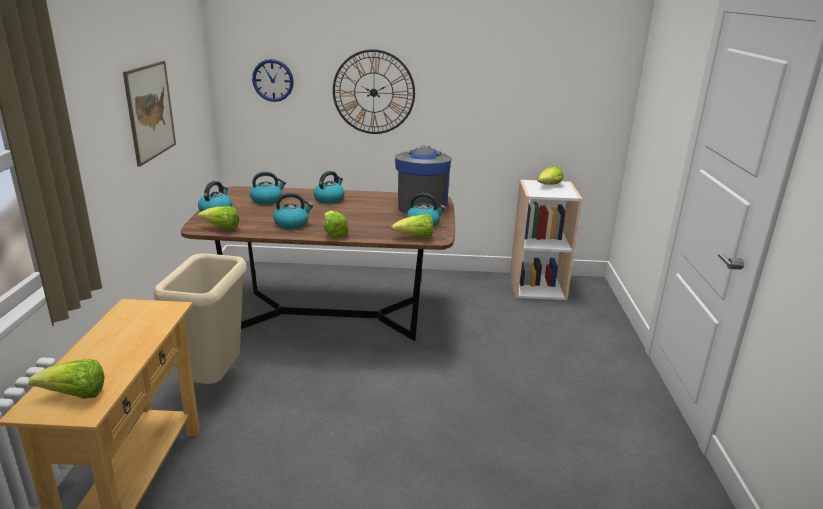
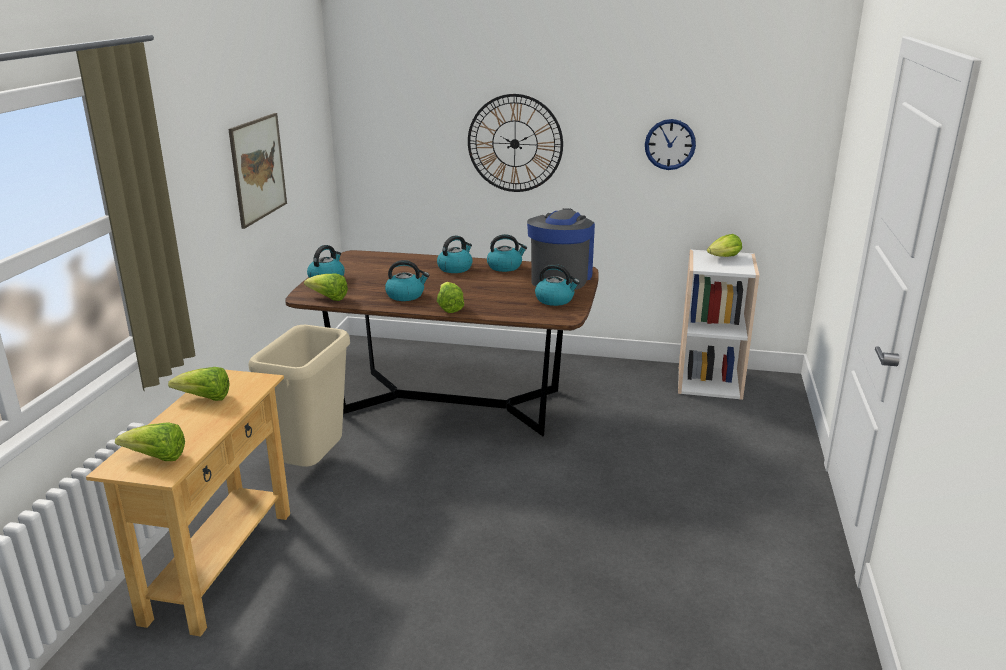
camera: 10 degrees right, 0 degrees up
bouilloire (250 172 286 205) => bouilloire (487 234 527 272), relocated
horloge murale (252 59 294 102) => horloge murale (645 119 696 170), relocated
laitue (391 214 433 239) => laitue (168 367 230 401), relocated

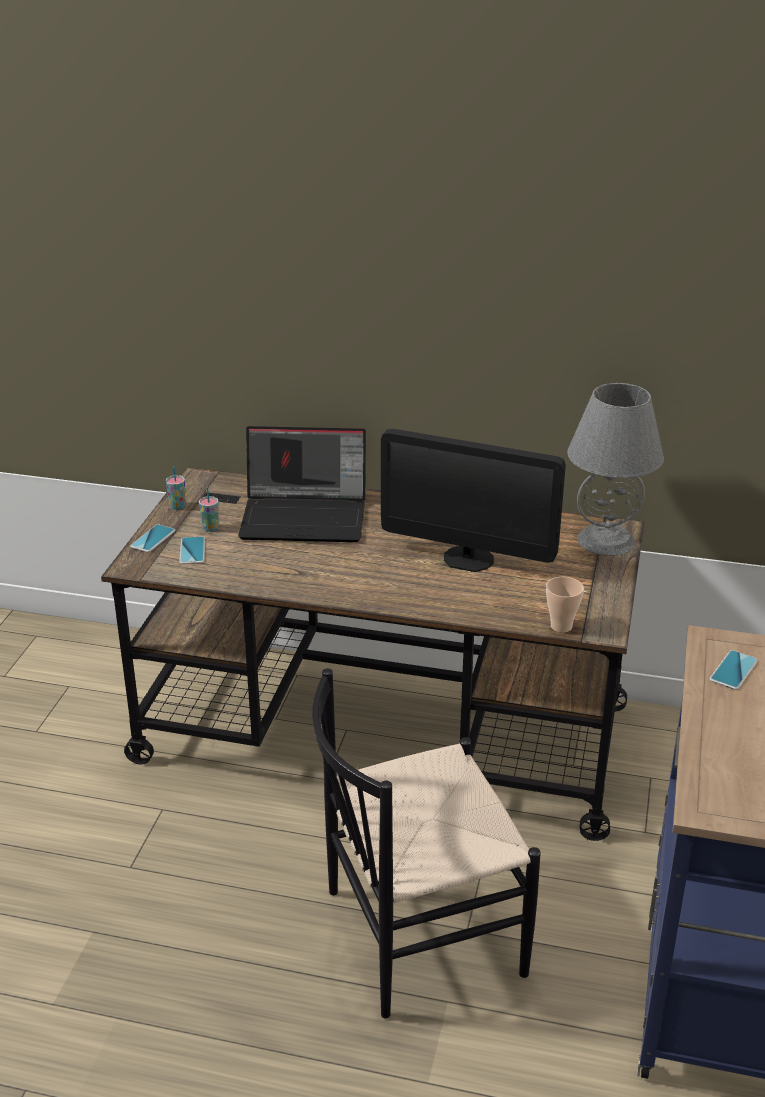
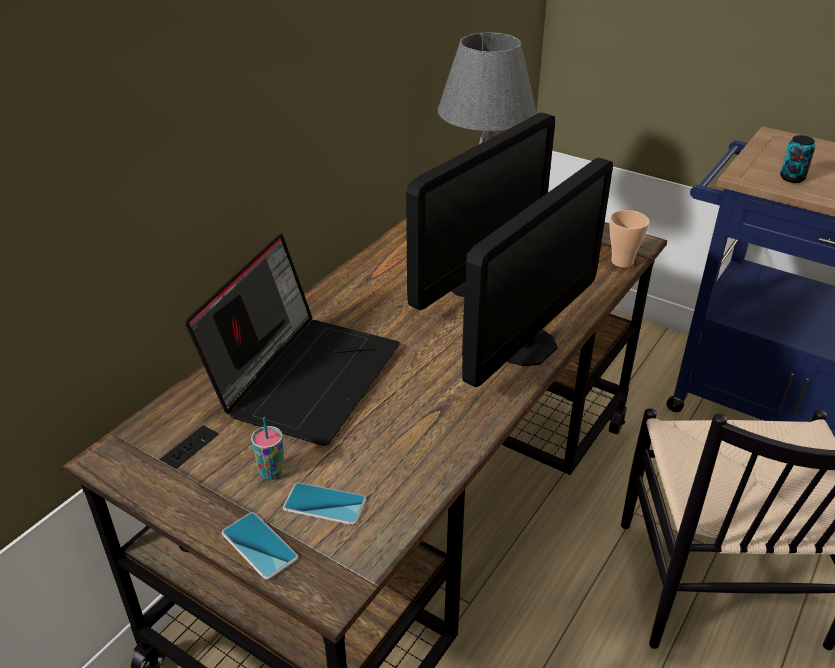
camera: 70 degrees left, 5 degrees up
tasse (166 466 185 510) => nothing
téléphone (710 650 758 690) => boîte métallique (780 135 815 183)
nothing => écran d'ordinateur (462 158 613 387)

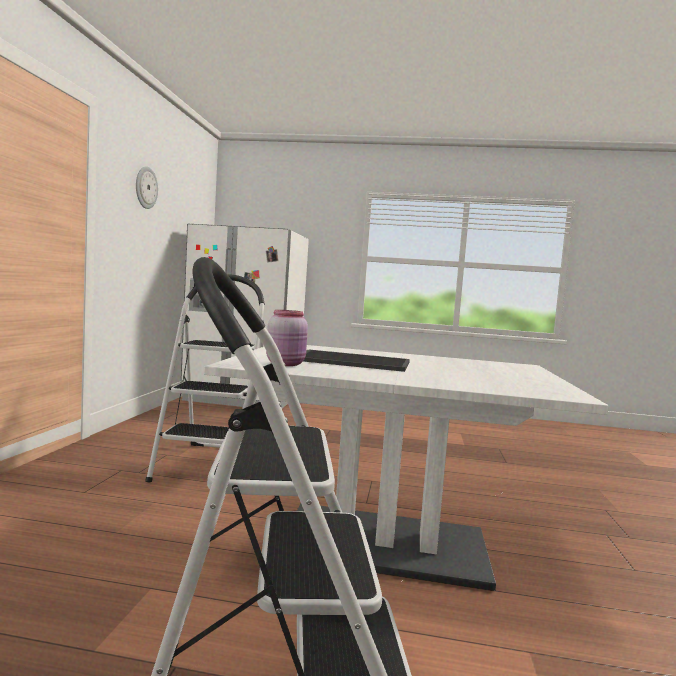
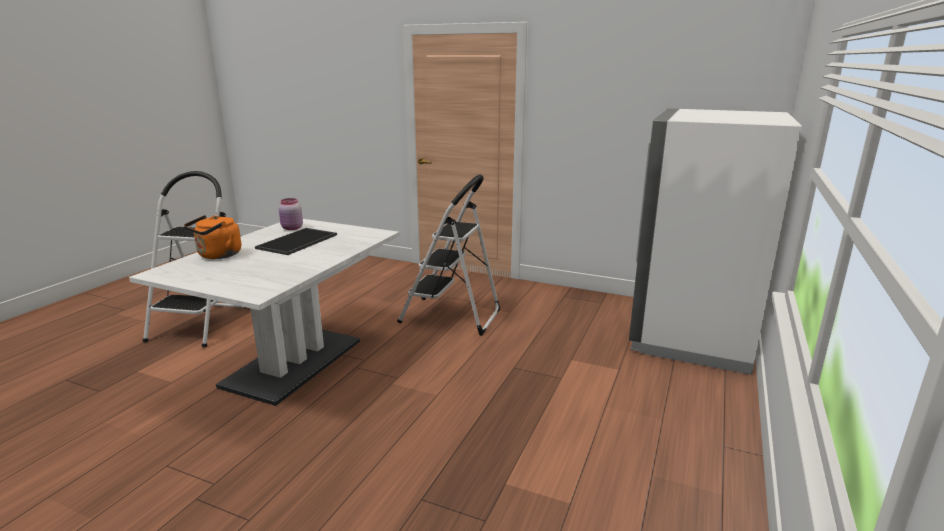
camera: 105 degrees right, 15 degrees up
horloge murale (136 166 158 209) => nothing
nothing => bouilloire (orange) (184 215 241 259)

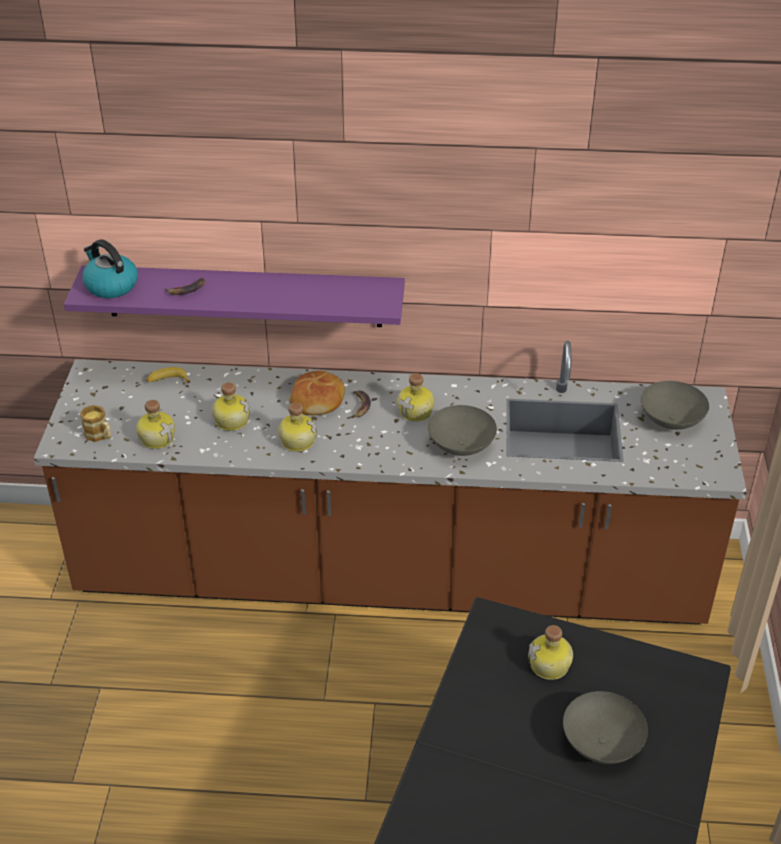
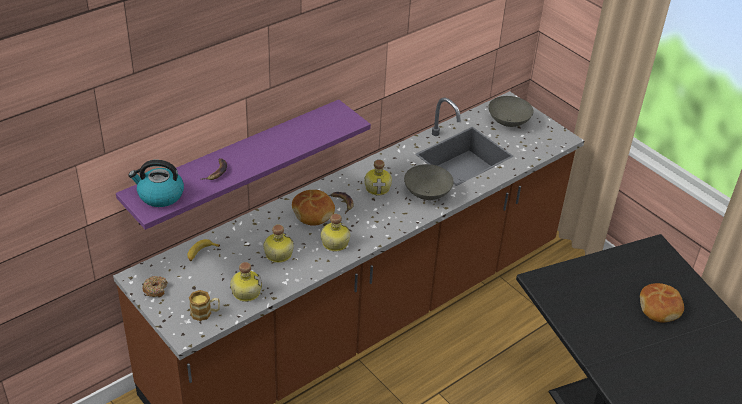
camera: 45 degrees left, 0 degrees up
bouteille (528 625 573 680) => nothing
bol (gris) (563 691 648 764) => pain (640 283 684 323)
nothing => beignet (142 276 168 297)

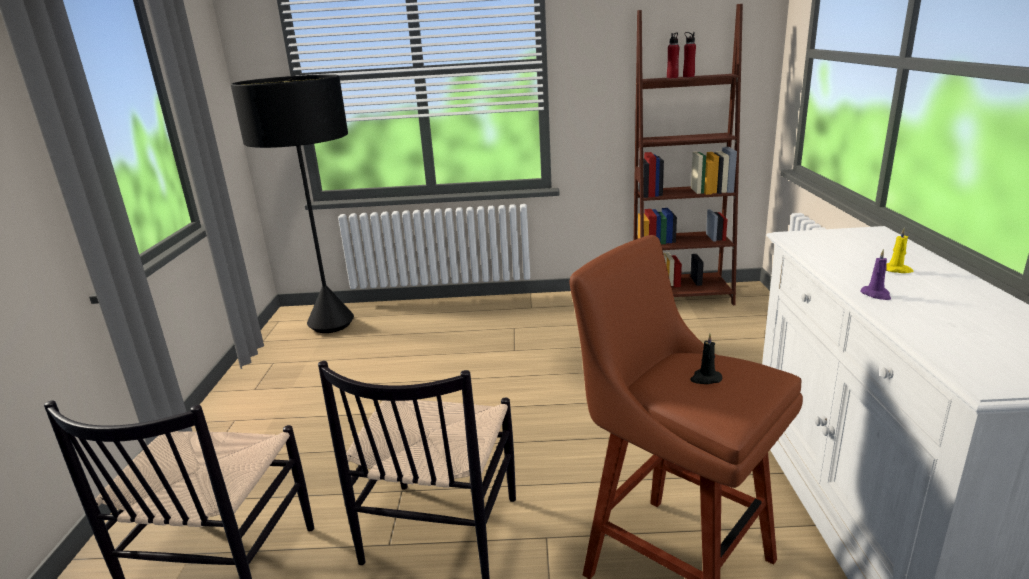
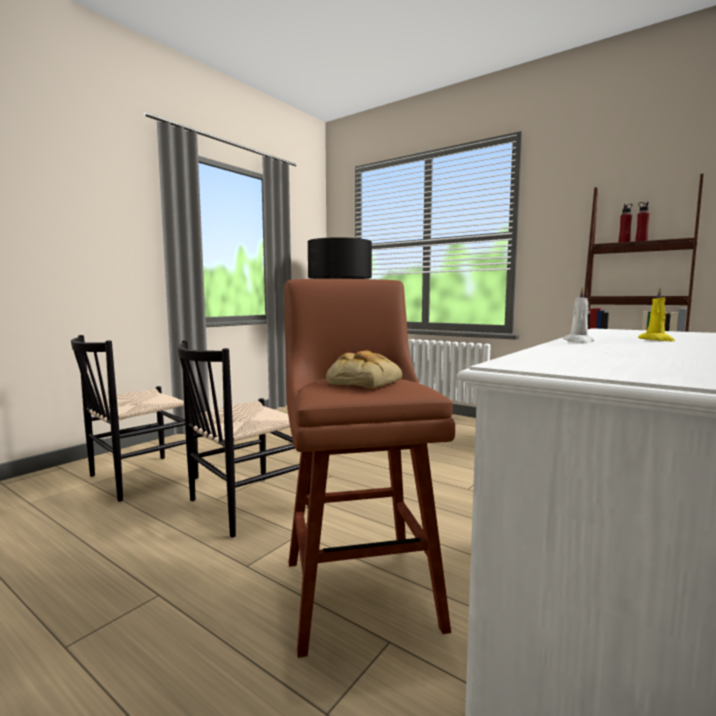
camera: 35 degrees right, 15 degrees down
bougie (noir) (690 334 722 384) => pain (326 350 402 389)
bougie (violet) (860 249 891 300) => bougie (blanc) (563 287 594 343)

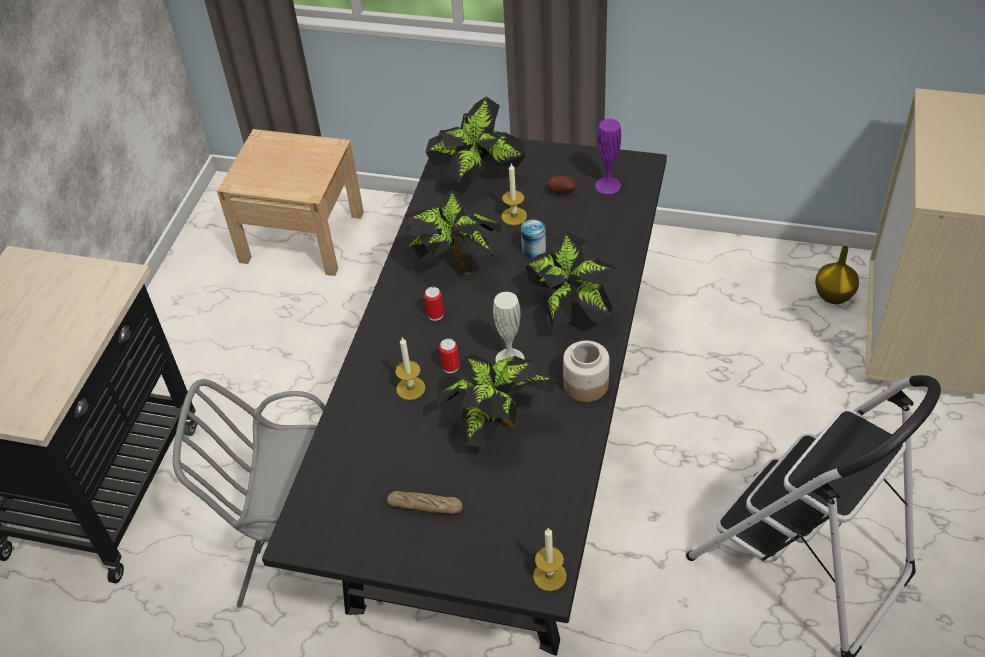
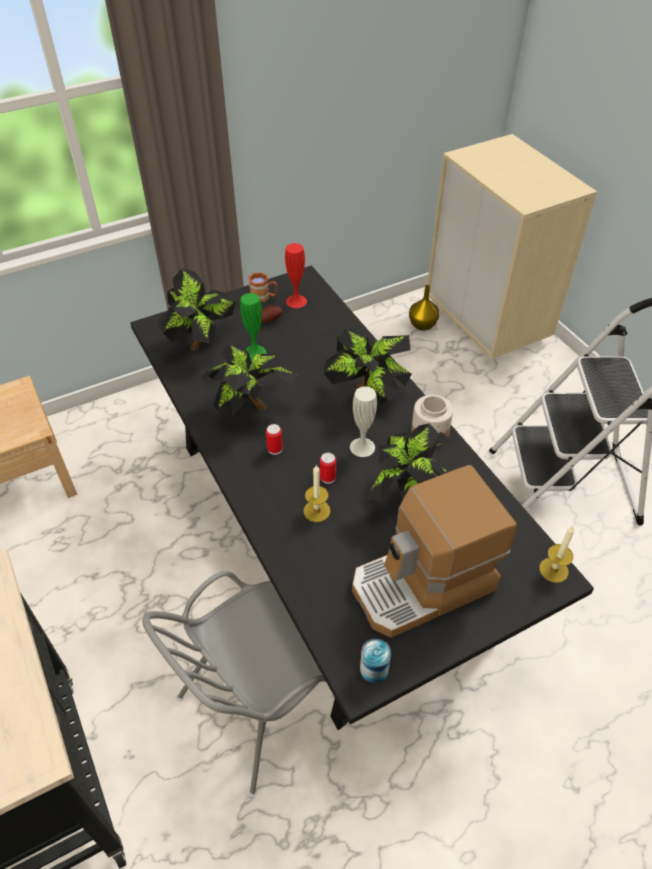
camera: 45 degrees left, 0 degrees up
pain (387 491 463 514) => machine à café (352 465 517 638)
bougie (501 163 527 225) => vase (vert) (240 293 266 359)
boîte métallique (521 219 546 259) => boîte métallique (360 638 391 683), relocated
vase (violet) (595 119 621 194) => vase (rouge) (285 243 307 308)
nothing => mug (marron) (249 272 277 302)

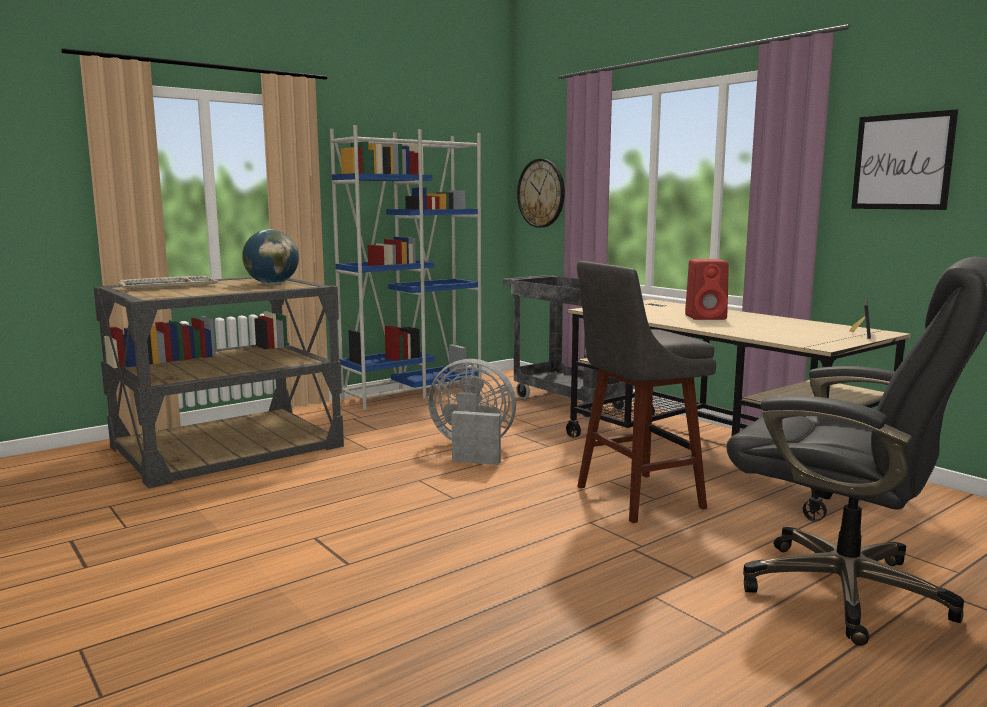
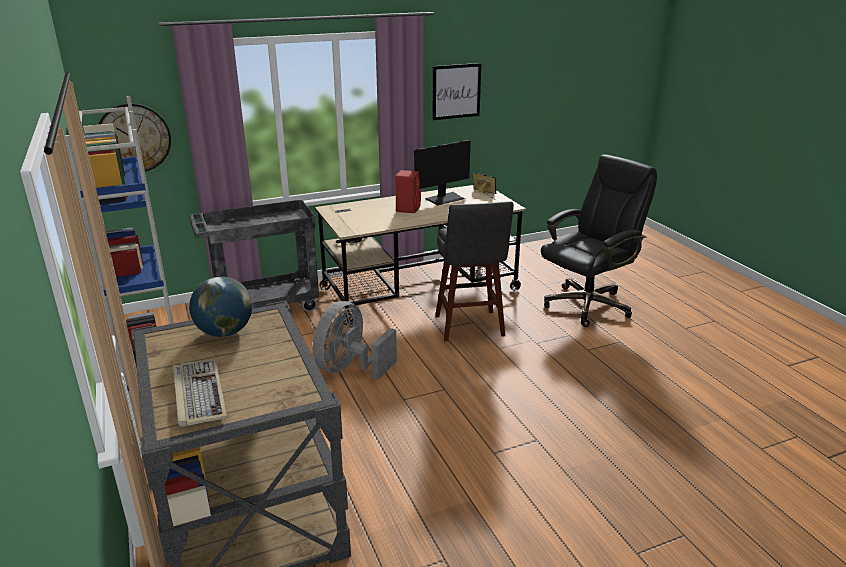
camera: 75 degrees left, 15 degrees up
nothing => écran d'ordinateur (414 140 471 205)

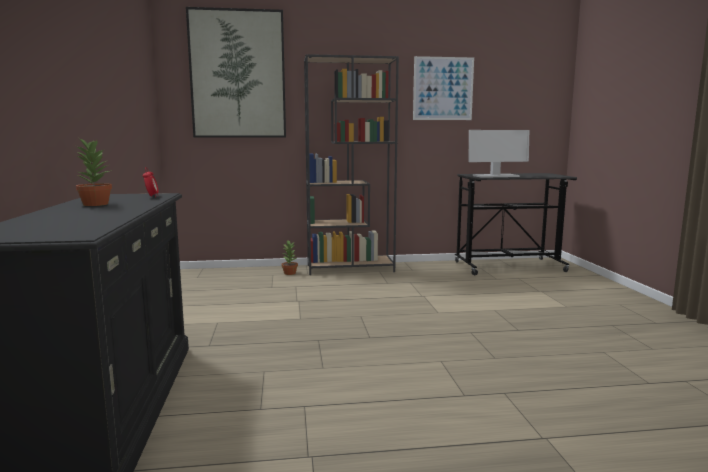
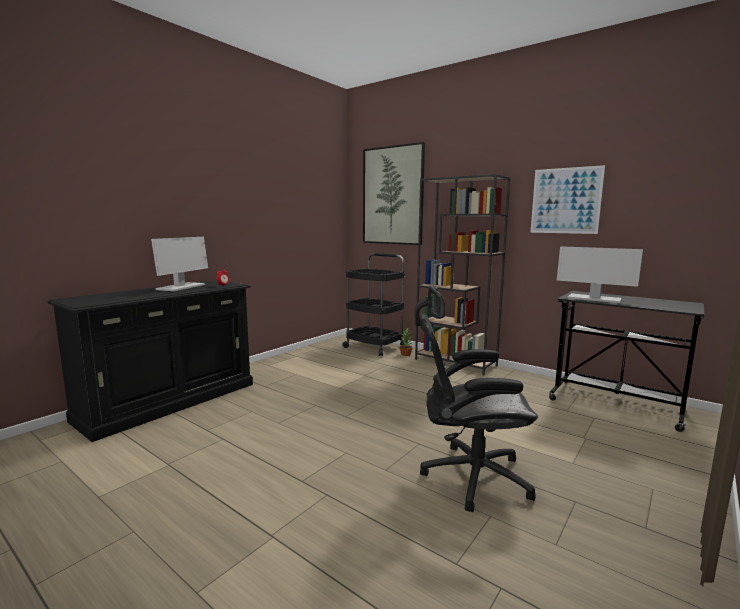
camera: 45 degrees right, 0 degrees up
plante en pot (76 137 112 206) => écran d'ordinateur (151 237 208 291)
nothing => chariot (noir) (342 253 405 356)
nothing => chaise de bureau (415 285 538 512)

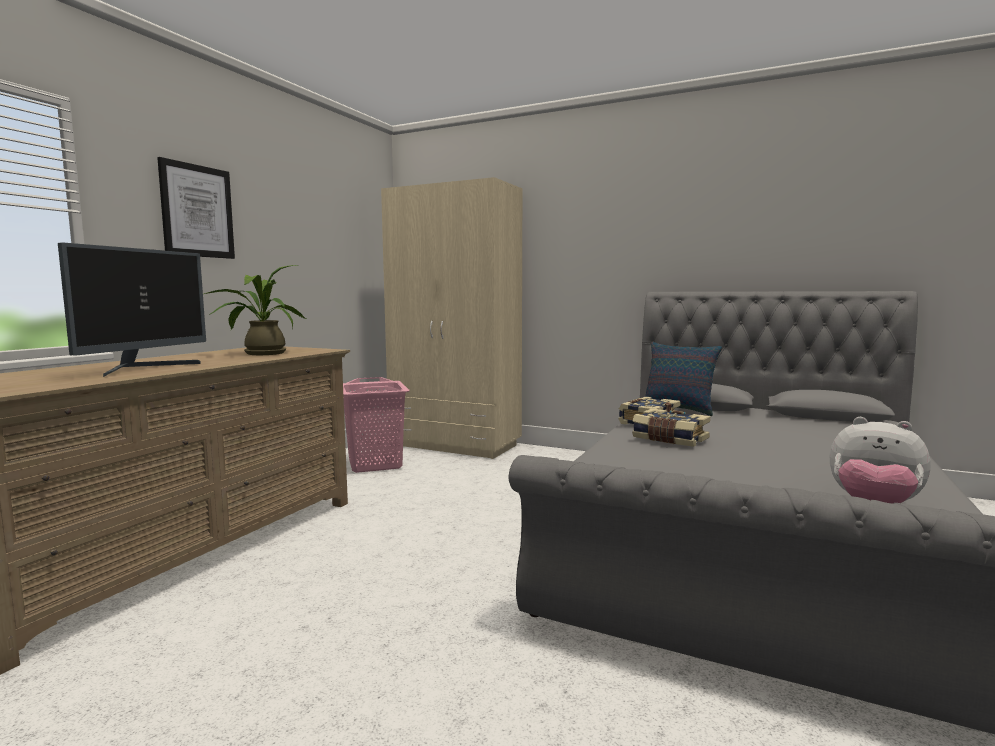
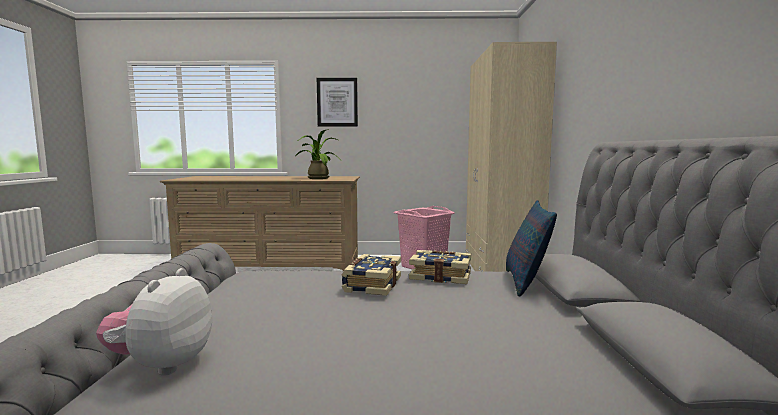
camera: 65 degrees right, 0 degrees up
écran d'ordinateur (58 243 206 377) => nothing

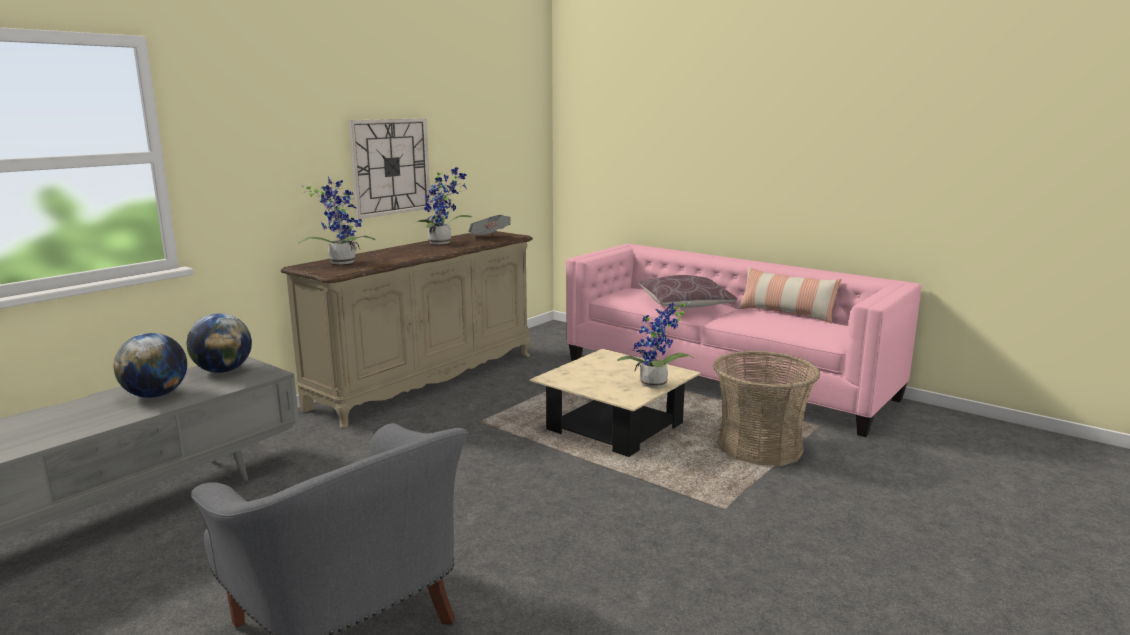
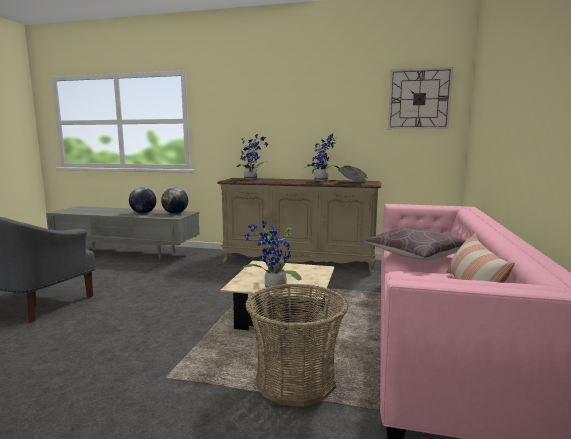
camera: 65 degrees right, 5 degrees down
horloge murale (349 118 431 219) => horloge murale (388 67 453 129), relocated

